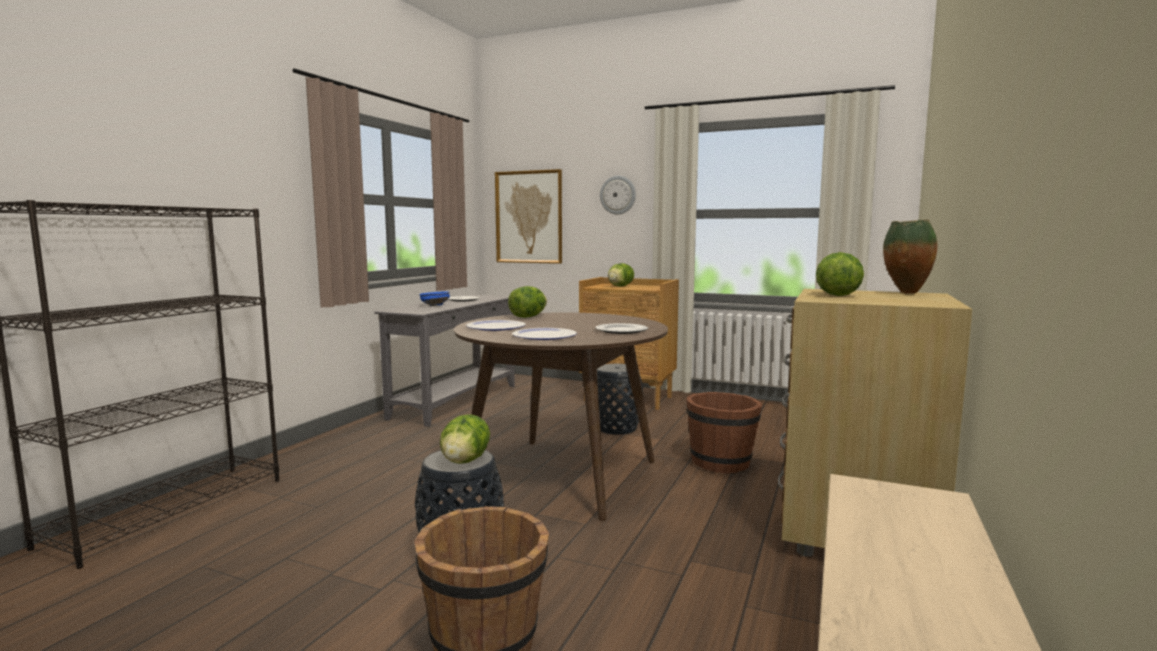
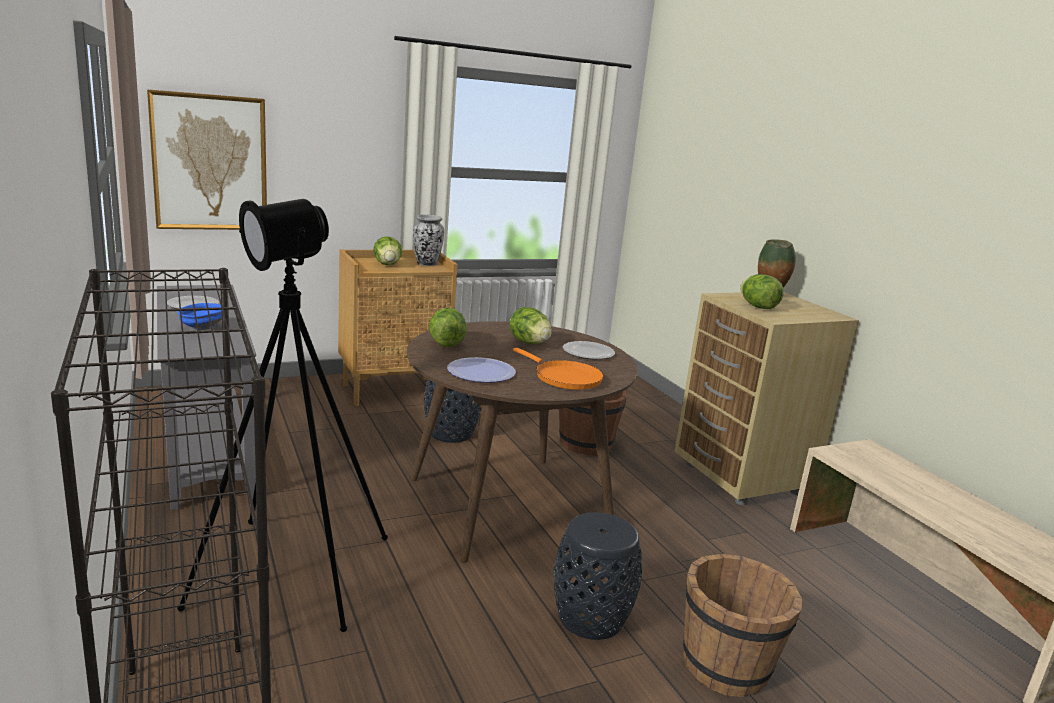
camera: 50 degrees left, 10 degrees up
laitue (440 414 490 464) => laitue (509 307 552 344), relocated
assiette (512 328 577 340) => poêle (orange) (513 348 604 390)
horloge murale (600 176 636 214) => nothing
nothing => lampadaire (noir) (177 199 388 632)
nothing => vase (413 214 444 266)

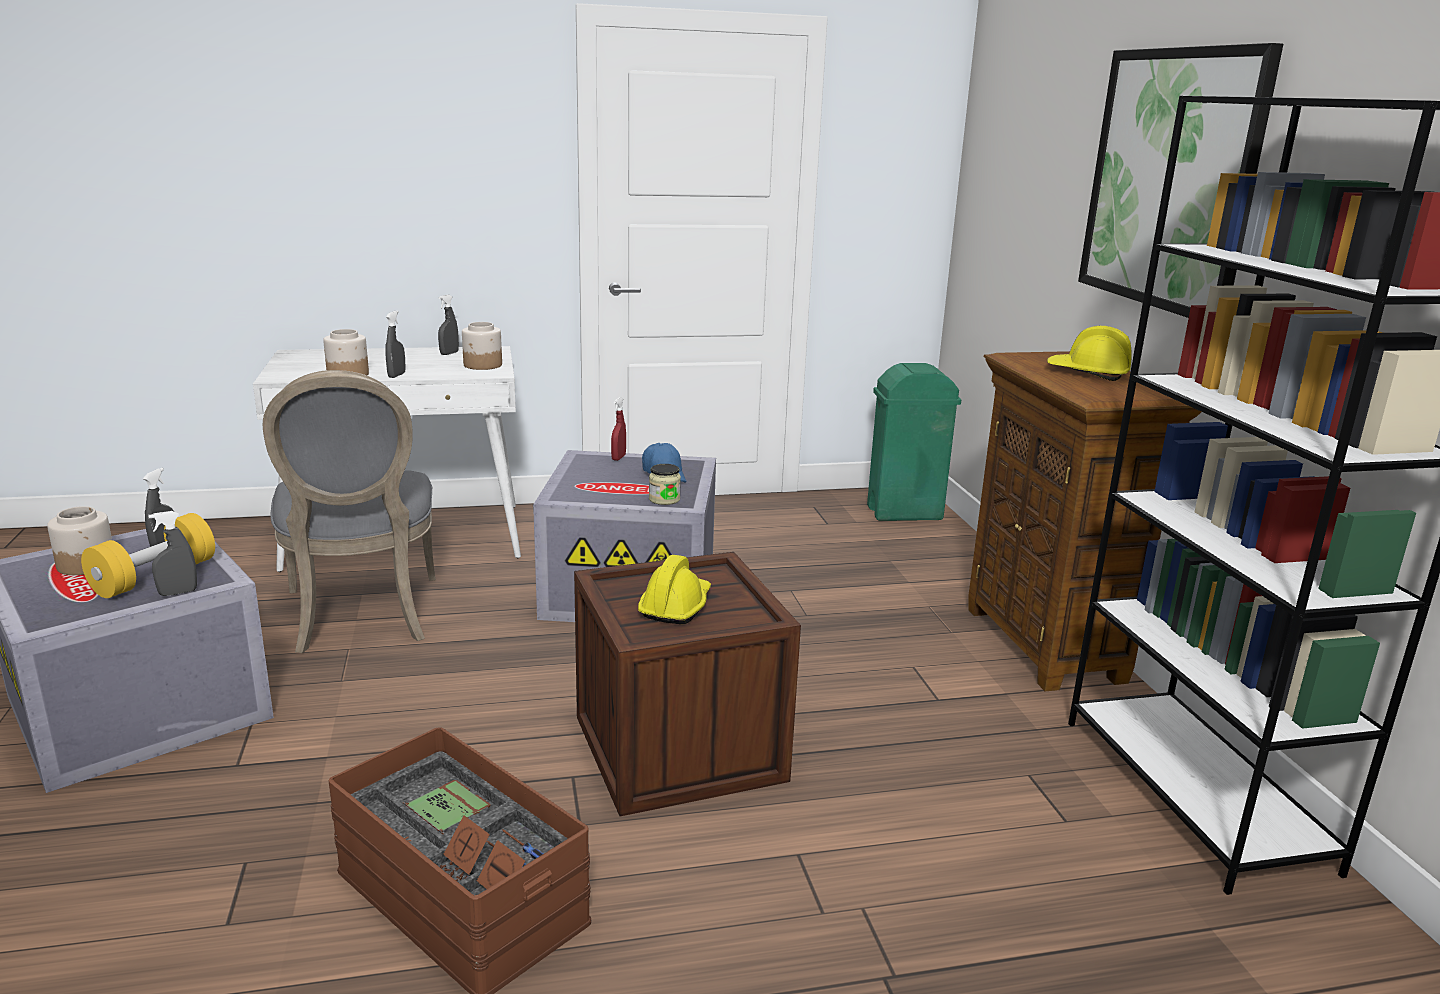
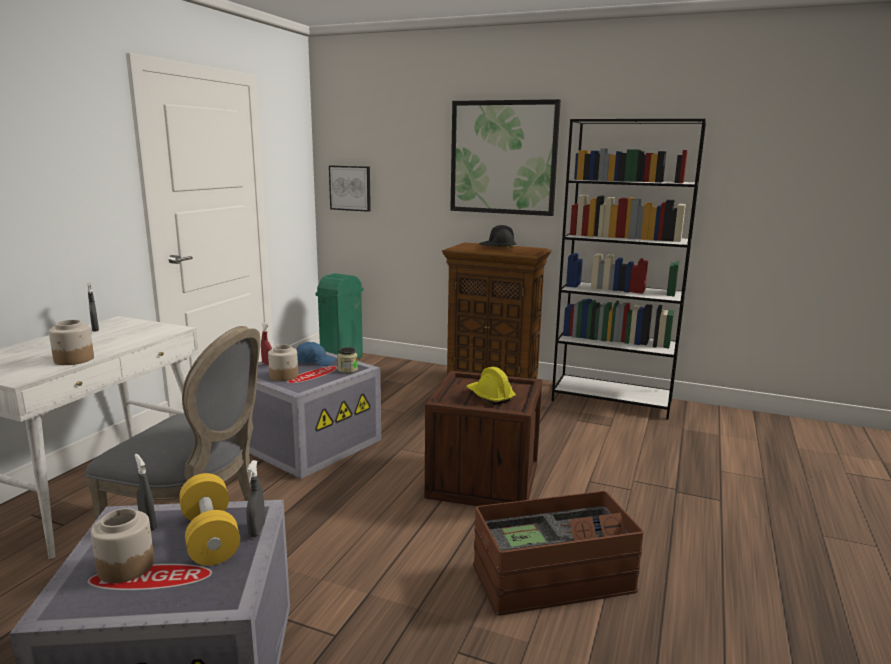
camera: 55 degrees left, 5 degrees down
vaporisateur (gris) (385 311 406 378) => nothing
bocal (462 322 502 370) => bocal (268 344 298 381), relocated
casque de chantier (jaune) (1047 326 1132 381) => casque de chantier (noir) (479 225 516 248)
nothing => tableau (329 166 371 212)

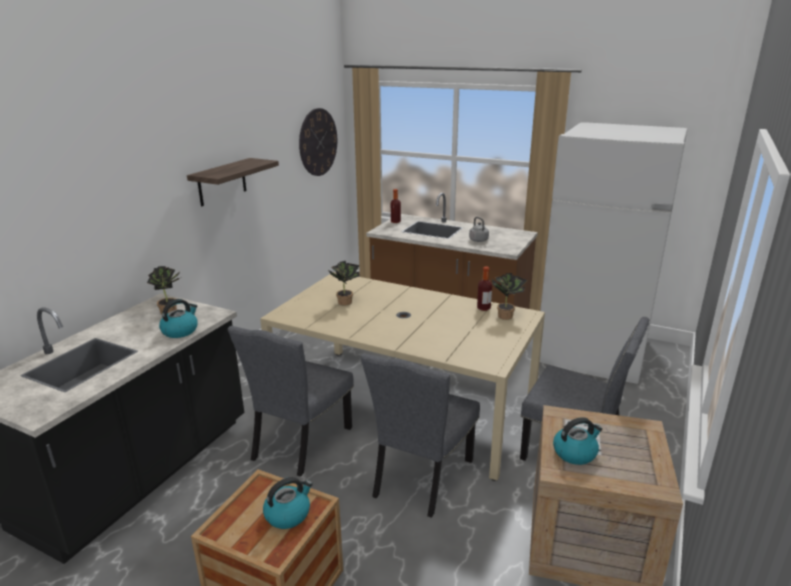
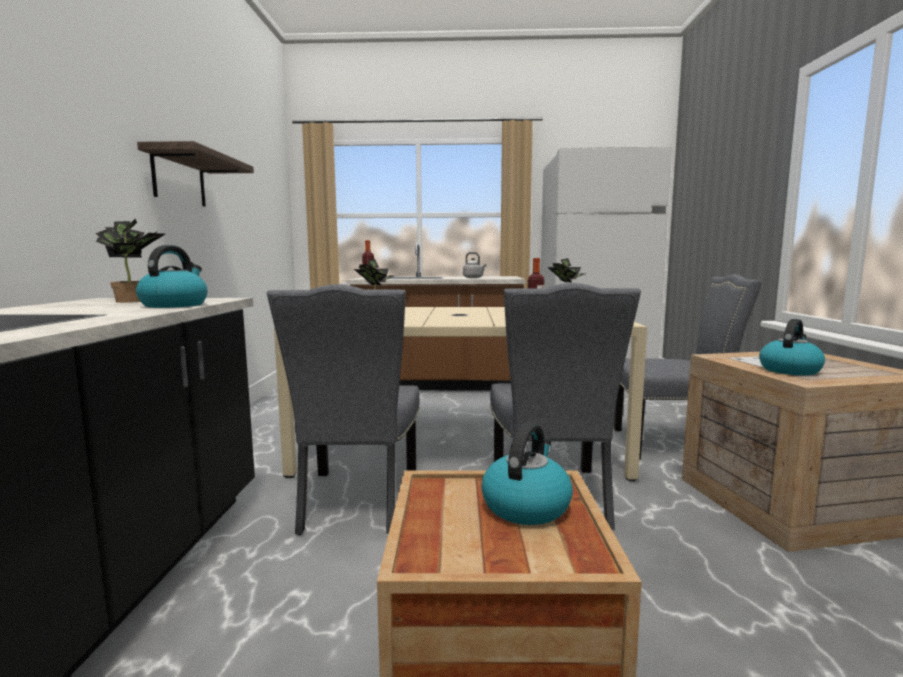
camera: 25 degrees left, 15 degrees down
horloge murale (299 108 337 176) => nothing

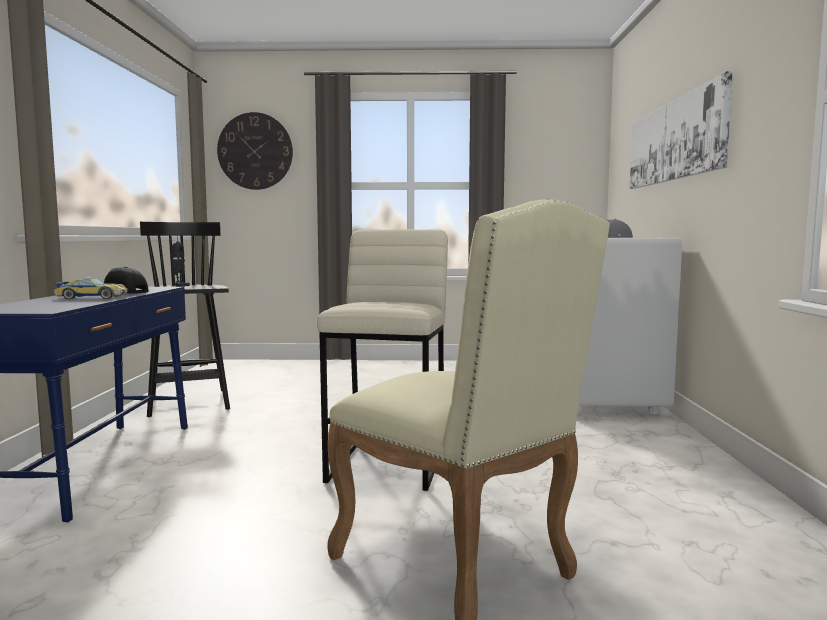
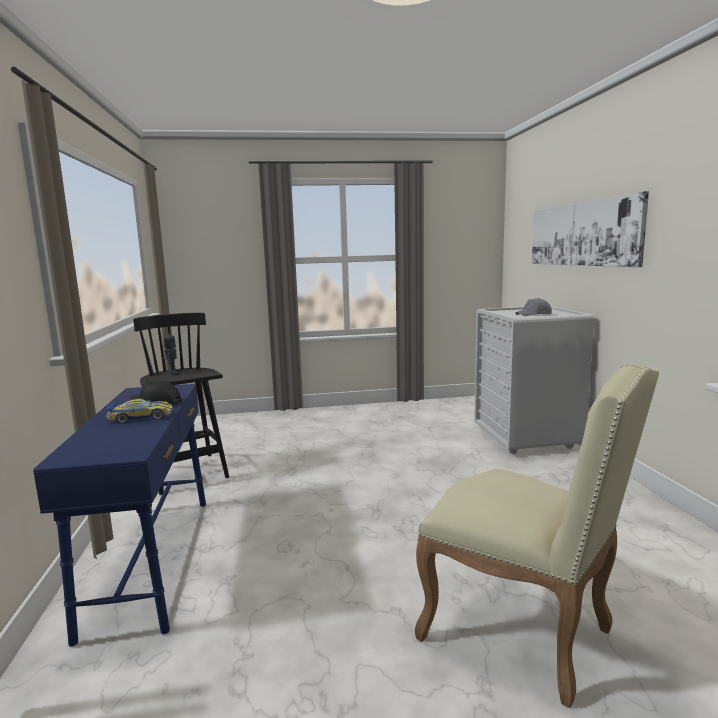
camera: 10 degrees left, 5 degrees up
horloge murale (217 112 293 190) => nothing
tabouret (beige) (317 229 448 491) => nothing

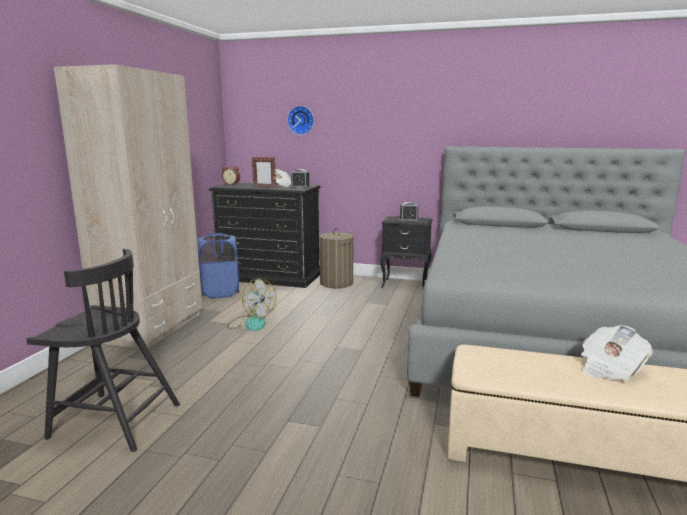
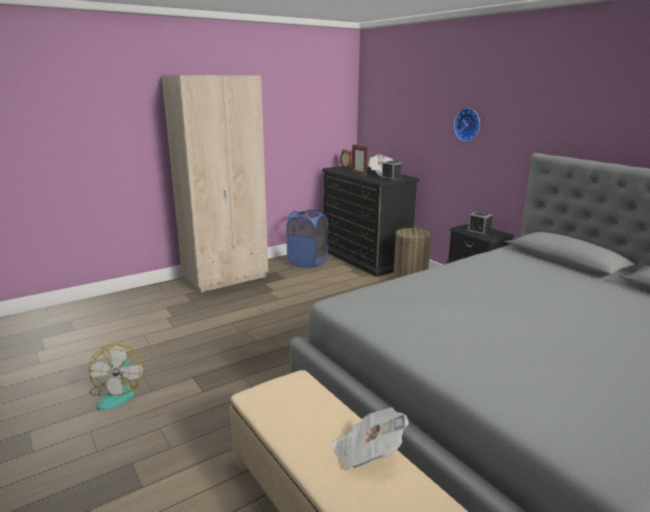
camera: 40 degrees right, 5 degrees up
chaise (noir) (27 249 180 452) => nothing
ventilateur (227 278 276 331) => ventilateur (88 344 145 411), relocated
horloge murale (287 106 314 135) => horloge murale (454 108 480 142), relocated

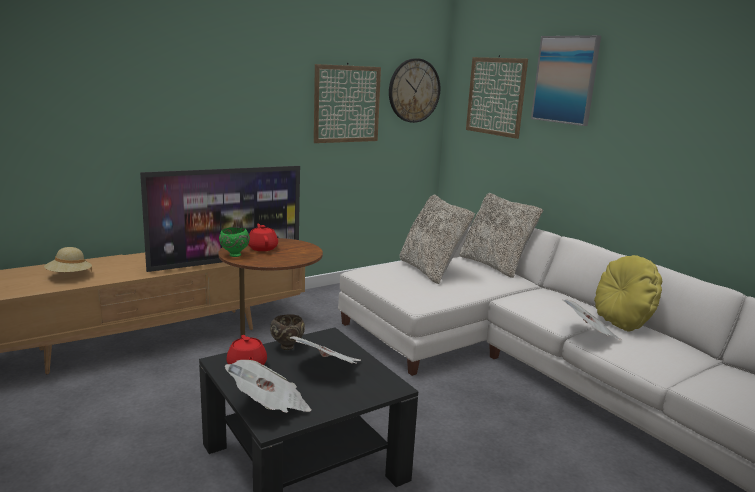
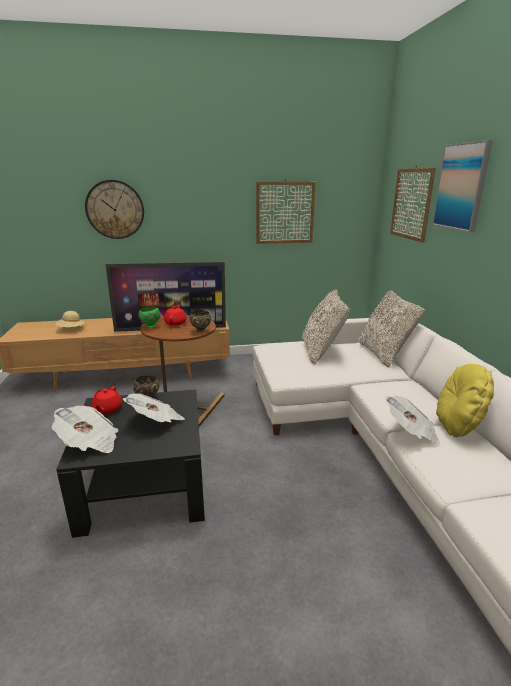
camera: 25 degrees right, 5 degrees up
horloge murale (389 58 440 123) => horloge murale (85 180 144 239), relocated
nothing => bol (marron) (190 310 211 332)

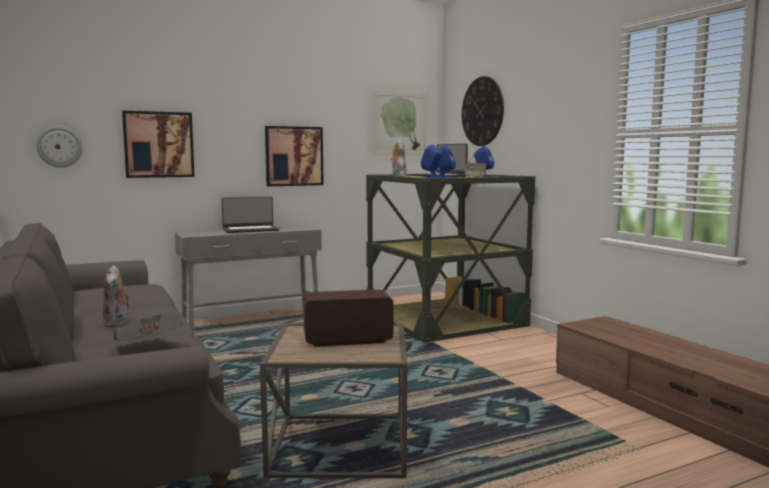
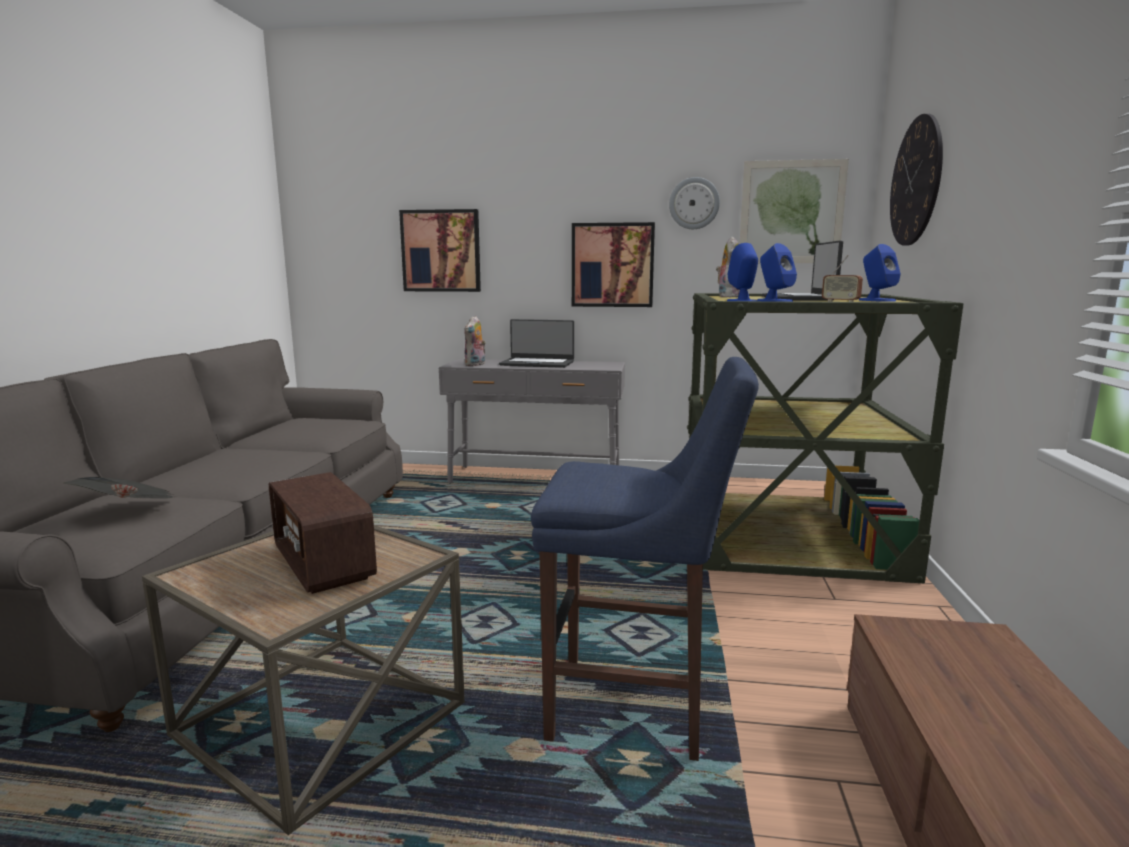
camera: 35 degrees right, 5 degrees up
horloge murale (36 126 83 168) => horloge murale (669 177 720 229), relocated
peluche (103 265 130 327) => peluche (464 316 486 366), relocated
radio (303 289 394 347) => radio (269 472 377 594), 150 degrees counterclockwise
nothing => tabouret (bleu) (531 357 759 761)

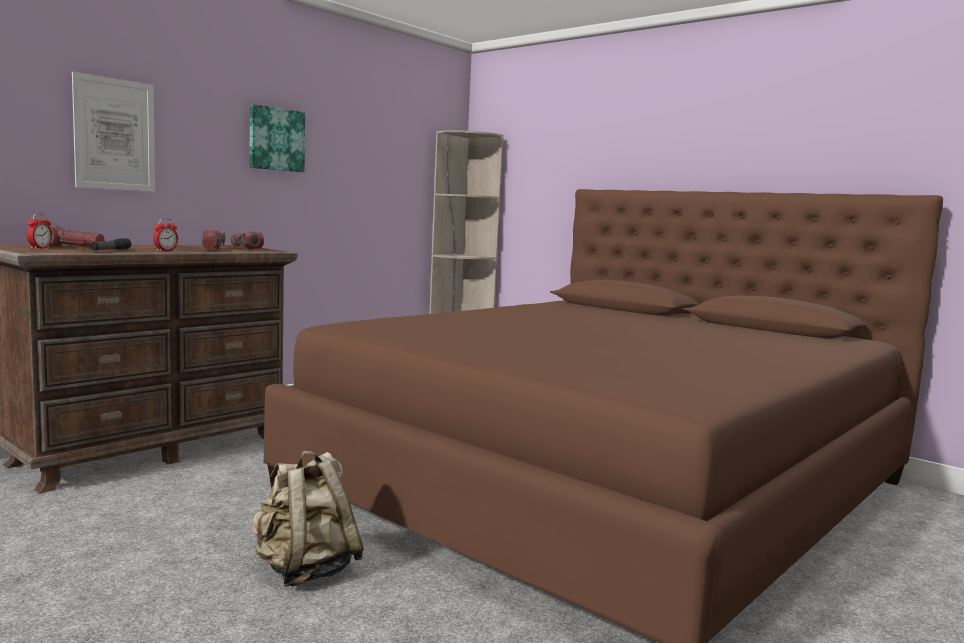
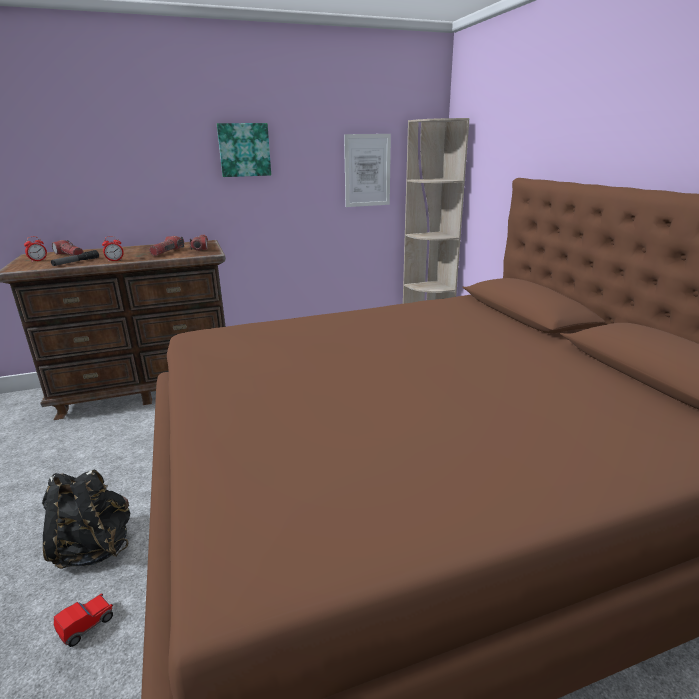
camera: 30 degrees right, 15 degrees up
tableau (72 72 155 192) => tableau (344 134 391 207), relocated
sac à dos (beige) (251 450 364 587) => sac à dos (noir) (42 469 130 569)
nothing => petite voiture (54 593 113 647)

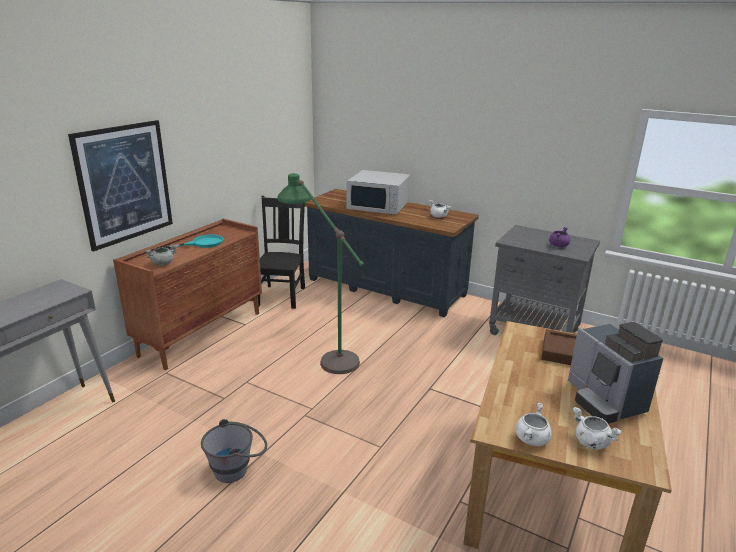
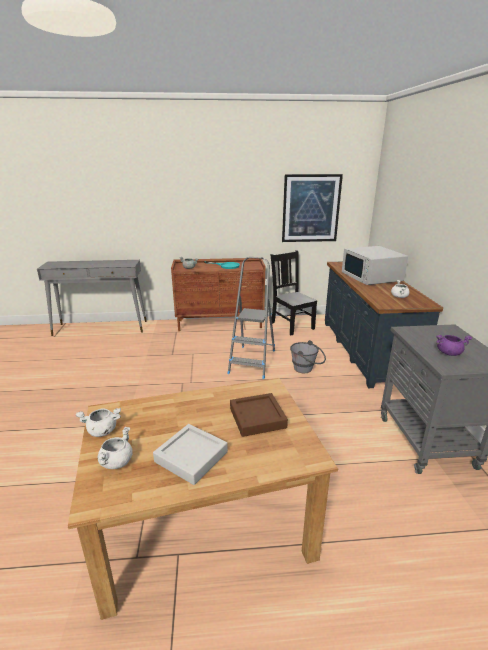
camera: 55 degrees right, 0 degrees up
tableau (68 120 173 251) => tableau (282 174 343 242), relocated
seau (gris) (201 419 267 483) => seau (gris) (290 340 326 373), relocated
chaise (noir) (258 196 305 309) => chaise (noir) (270 250 317 335), 90 degrees counterclockwise
lampadaire (vert) (278 173 364 374) => escabeau (gris) (227 257 275 379)
machine à café (568 322 663 424) => plateau (gris) (153 424 228 485)

